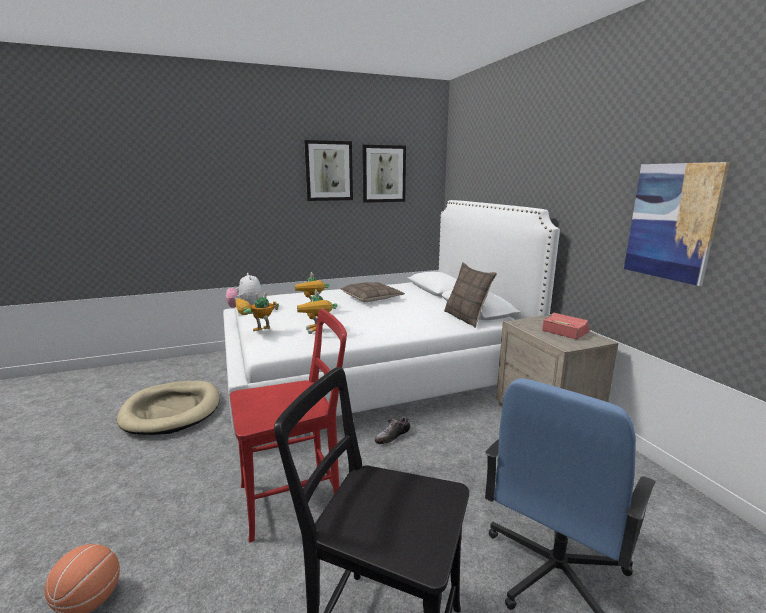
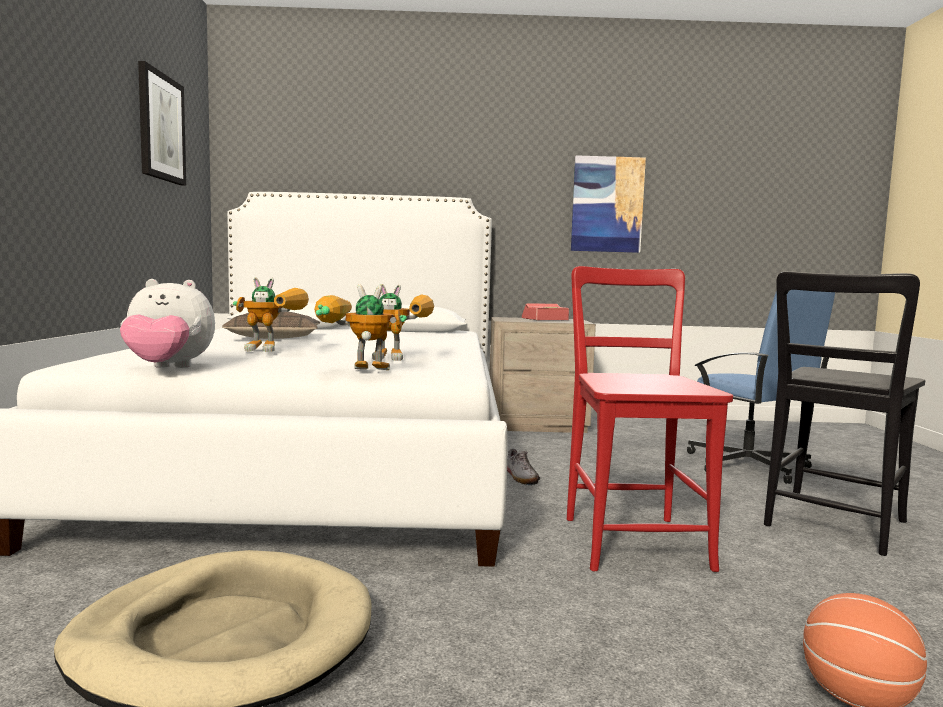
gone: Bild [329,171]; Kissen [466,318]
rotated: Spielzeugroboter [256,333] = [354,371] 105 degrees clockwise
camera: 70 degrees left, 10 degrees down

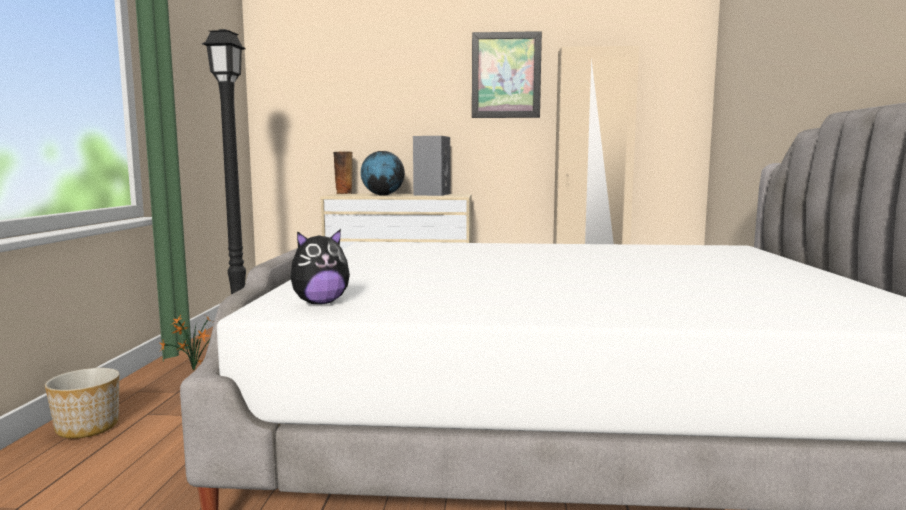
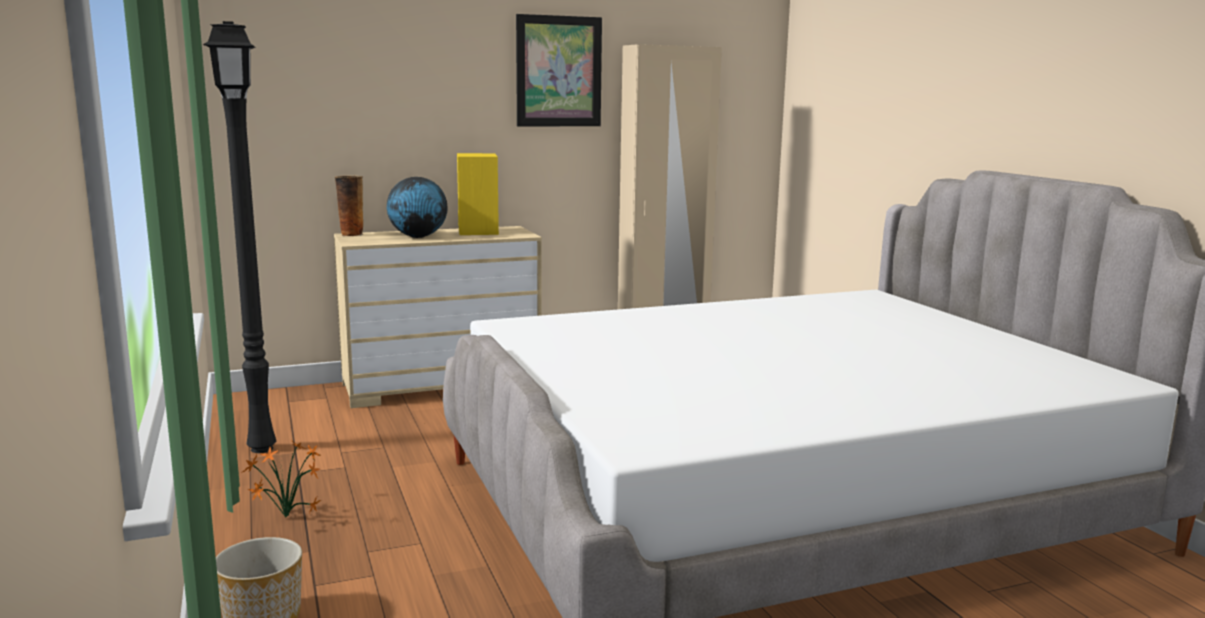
gone: Plüschtier [320,303]
repainted: Lautsprecher/grau [431,194] to Lautsprecher/gelb [477,231]
camera: 25 degrees left, 5 degrees up

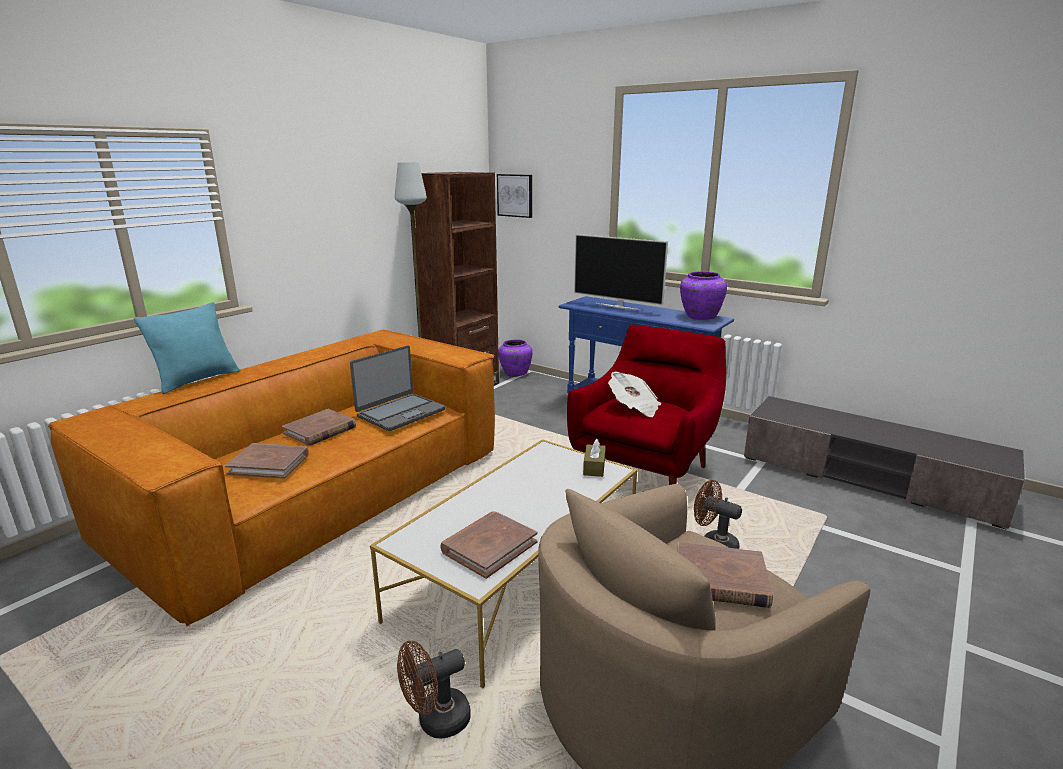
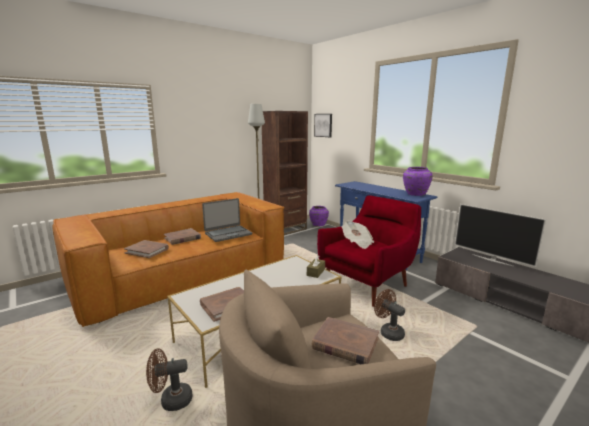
gone: Kissen/türkis [197,380]
shifted: Fernseher [618,306] to [492,260]
camera: 15 degrees right, 5 degrees down

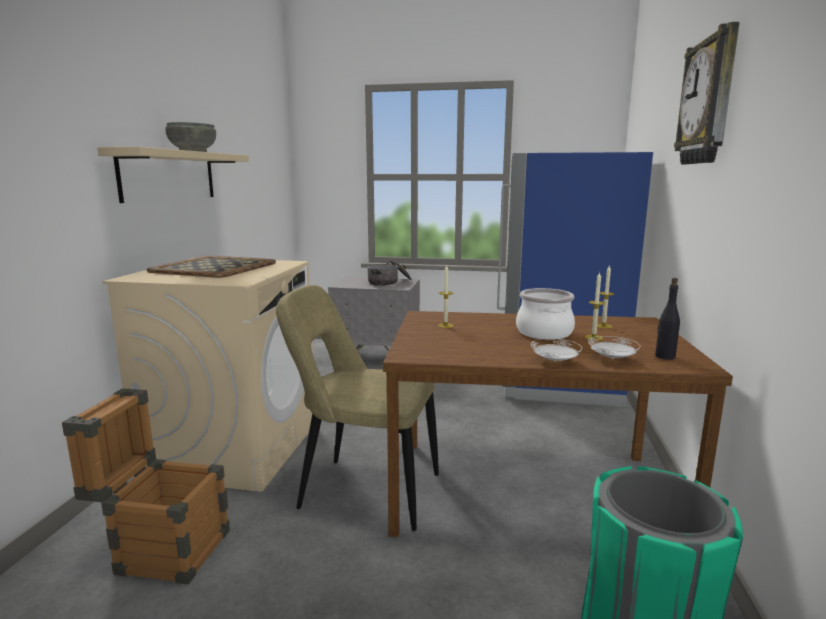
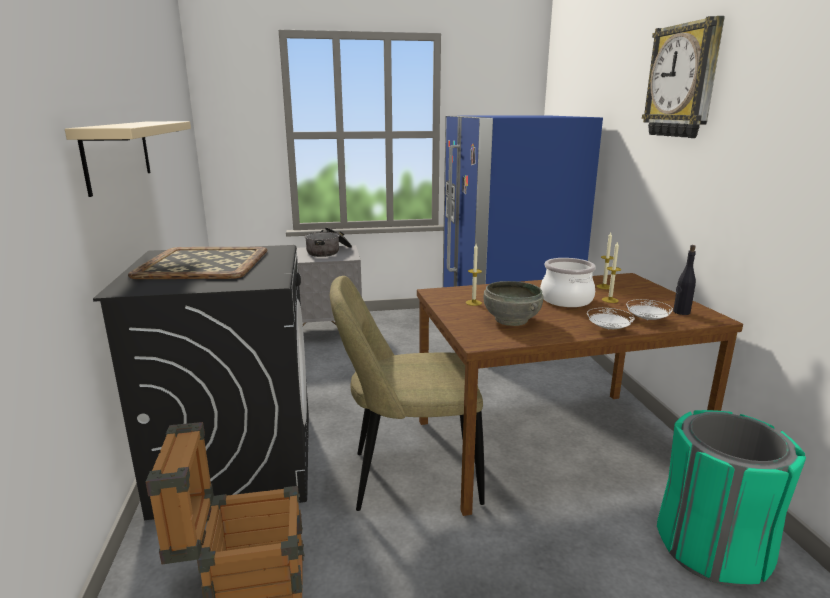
shifted: Schüssel/grau [192,152] to [510,320]
repainted: Waschmaschine/beige [234,447] to Waschmaschine/schwarz [237,460]
camera: 20 degrees left, 5 degrees up

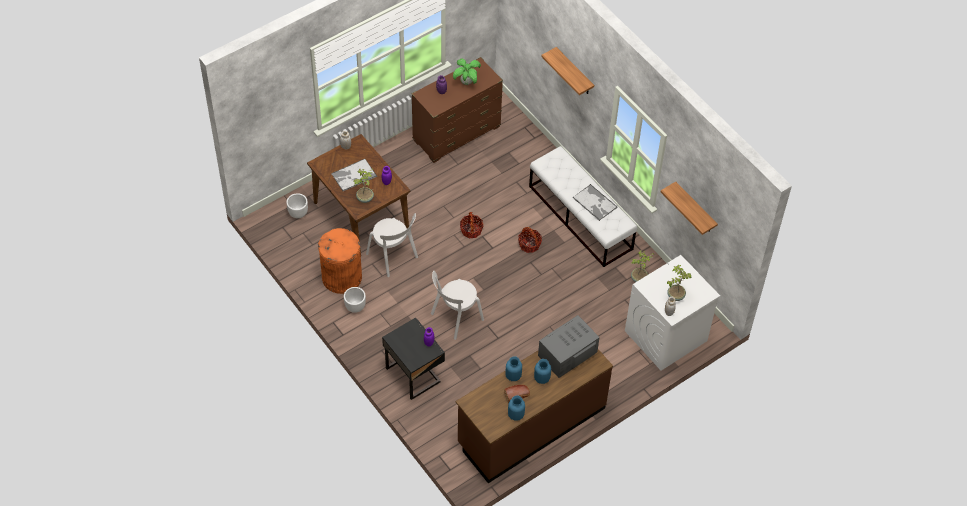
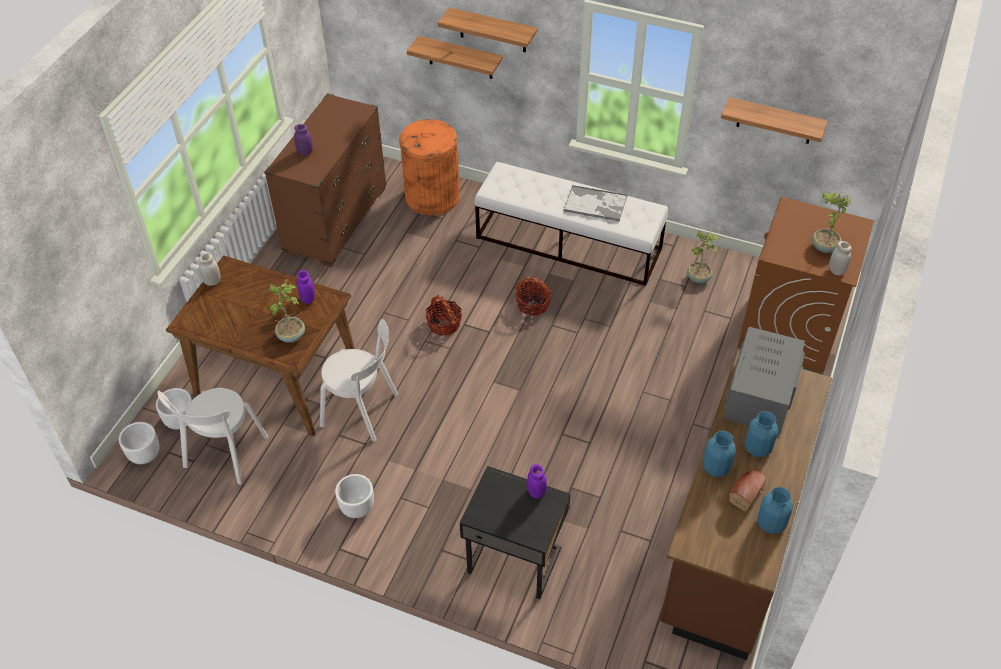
gone: Topfpflanze [466,82]; Tablett [353,175]
new: Wandregal [460,58]; Pflanzkübel/weiß [144,456]
shifted: Mülleimer/orange [341,277] to [432,197]; Stuhl/weiß [455,318] to [224,454]
repainted: Waschmaschine/weiß [665,336] to Waschmaschine/braun [790,328]
camera: 30 degrees left, 5 degrees down

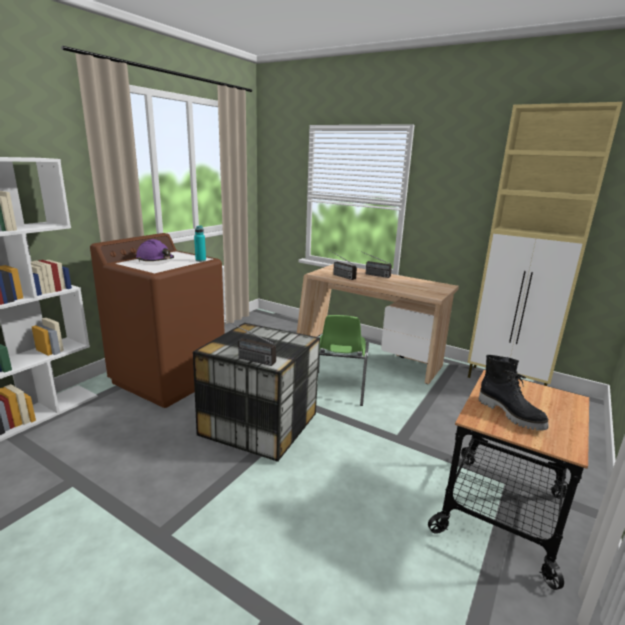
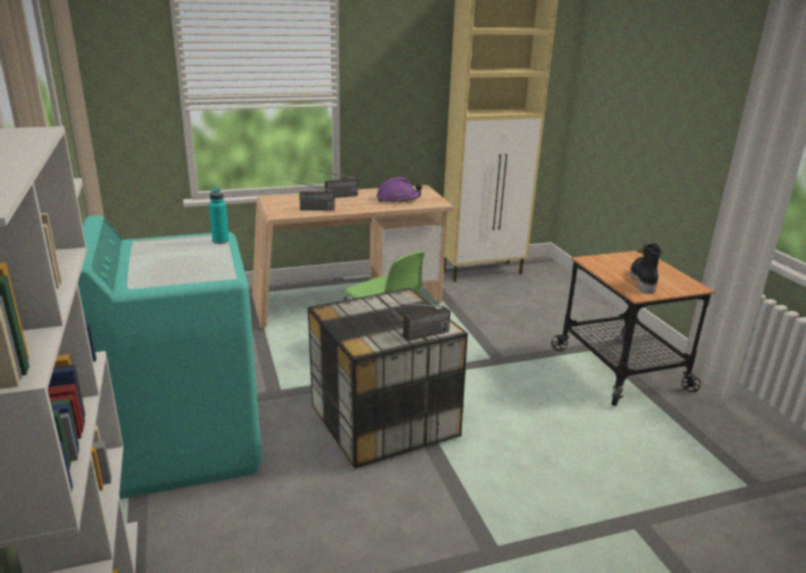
shifted: Schutzhelm/lila [155,260] to [398,199]
repainted: Waschmaschine/braun [170,378] to Waschmaschine/türkis [187,443]
rotated: Stiefel/schwarz [511,414] = [642,280] 90 degrees counterclockwise
camera: 50 degrees left, 5 degrees up

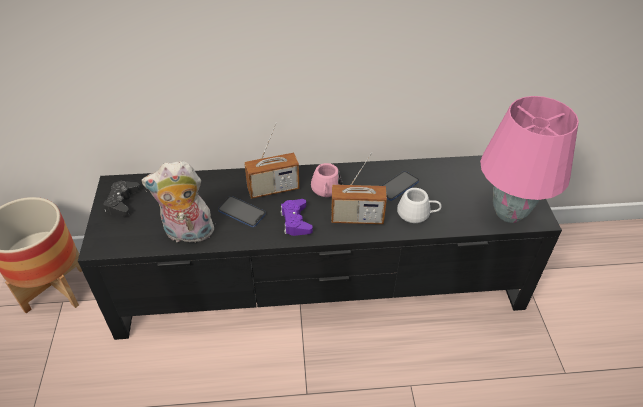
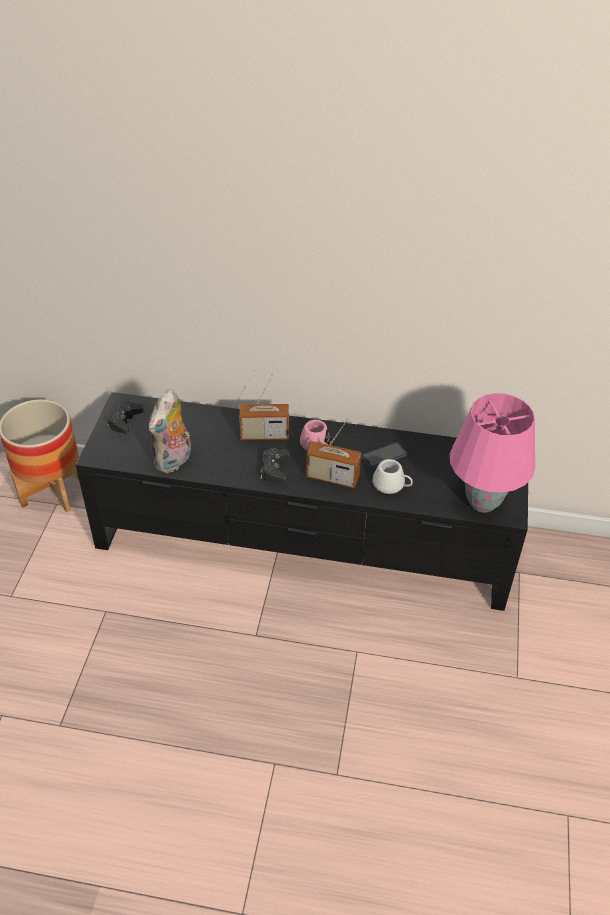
gone: Handy [241,212]
repainted: Gamepad/lila [296,221] to Gamepad/schwarz [274,469]
rotated: Plüschtier [187,234] = [174,461] 75 degrees counterclockwise
camera: 15 degrees right, 0 degrees up

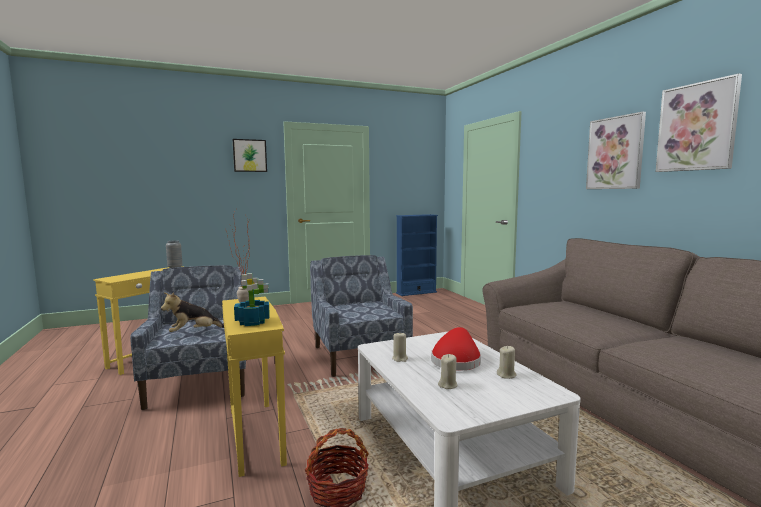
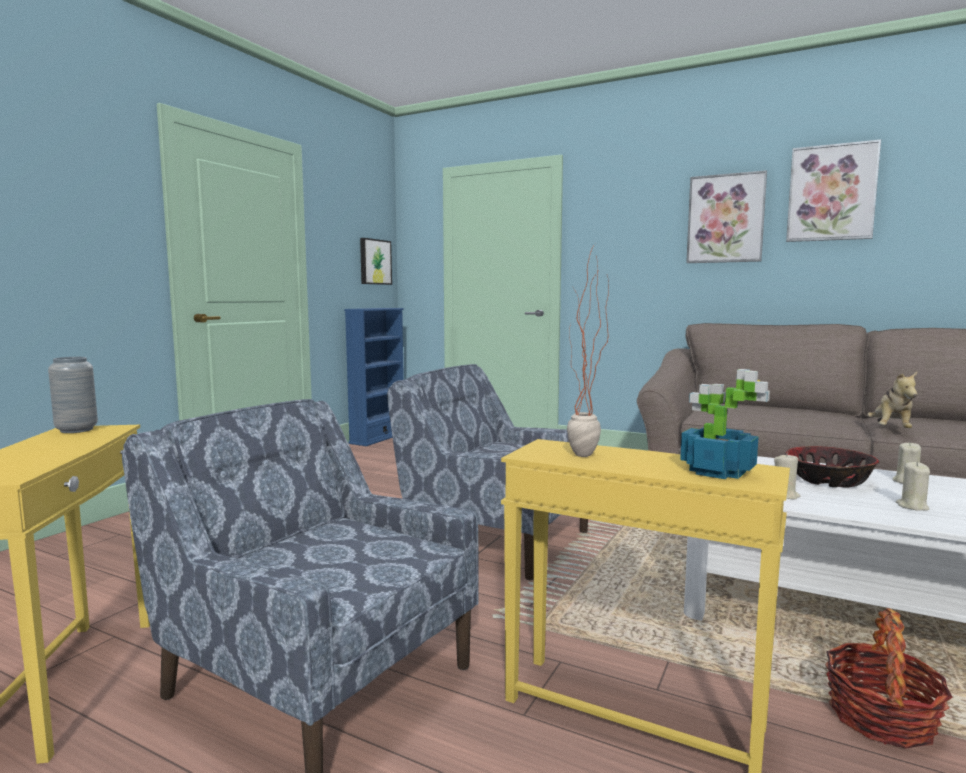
shifted: Bild [249,155] to [374,262]; Plüschtier [194,332] to [891,430]
swapped: Hut/rot [456,360] to Schüssel [828,481]
camera: 40 degrees left, 0 degrees up

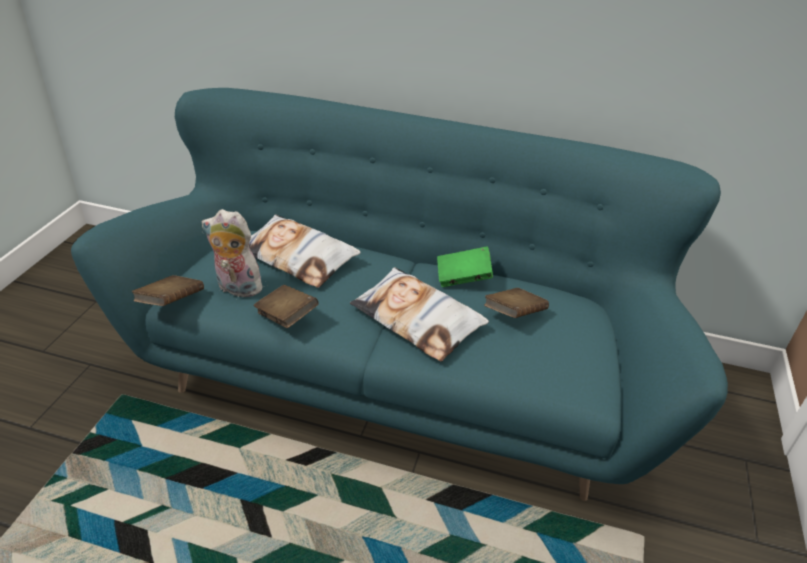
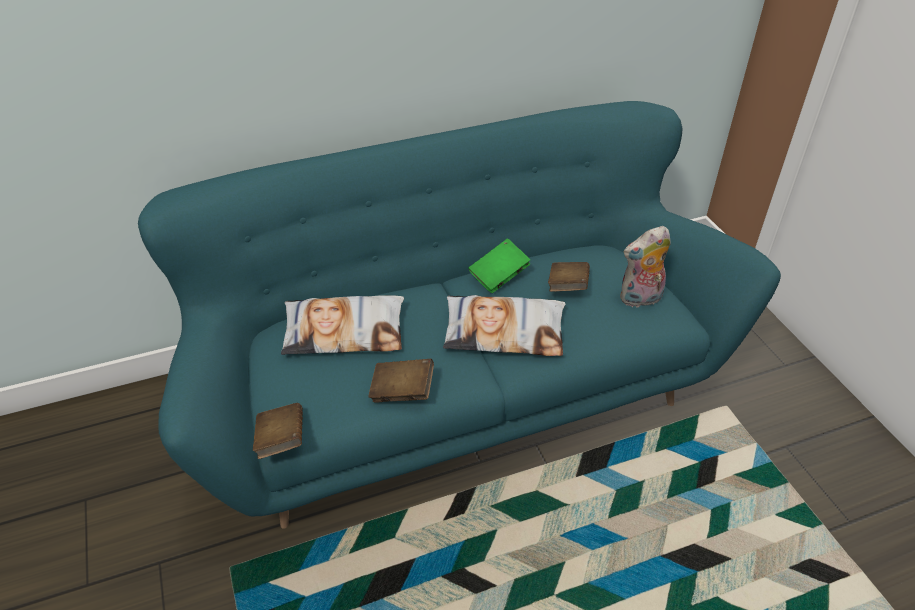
shifted: Plüschtier [236,288] to [640,299]
camera: 35 degrees left, 5 degrees up

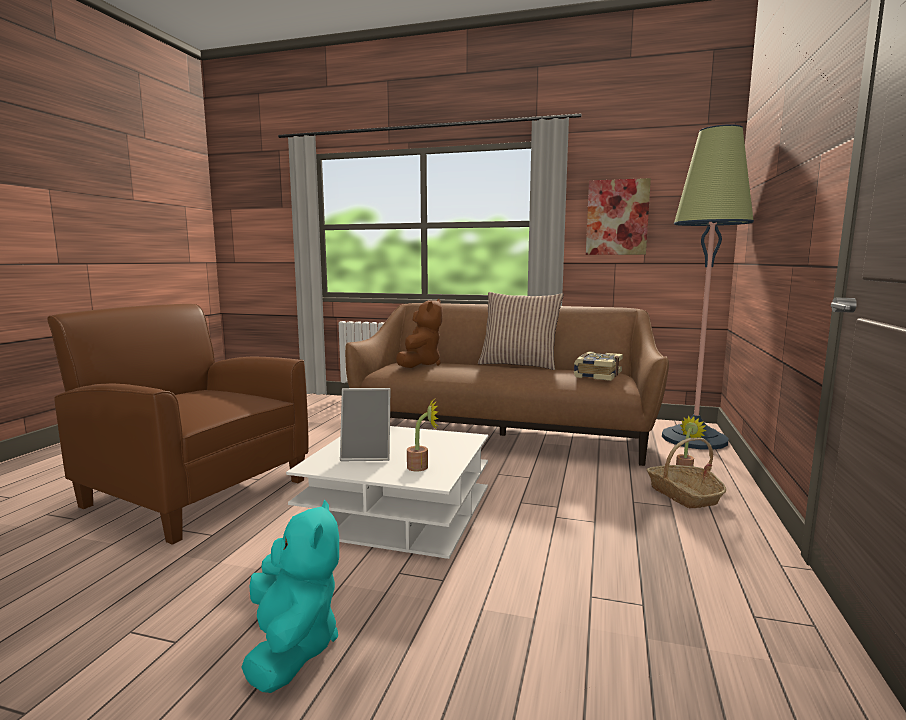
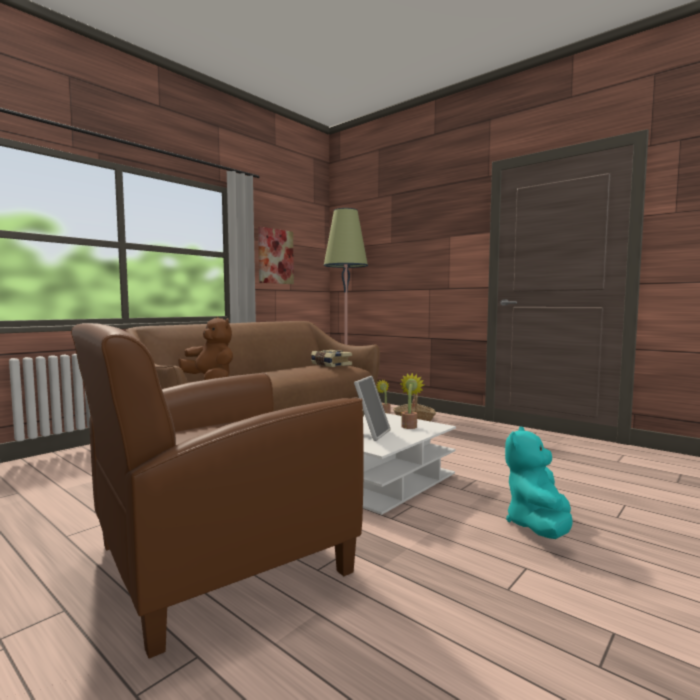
gone: Kissen [519,364]
rotated: Plüschtier/türkis [292,647] = [538,527] 75 degrees counterclockwise
camera: 65 degrees left, 5 degrees down

